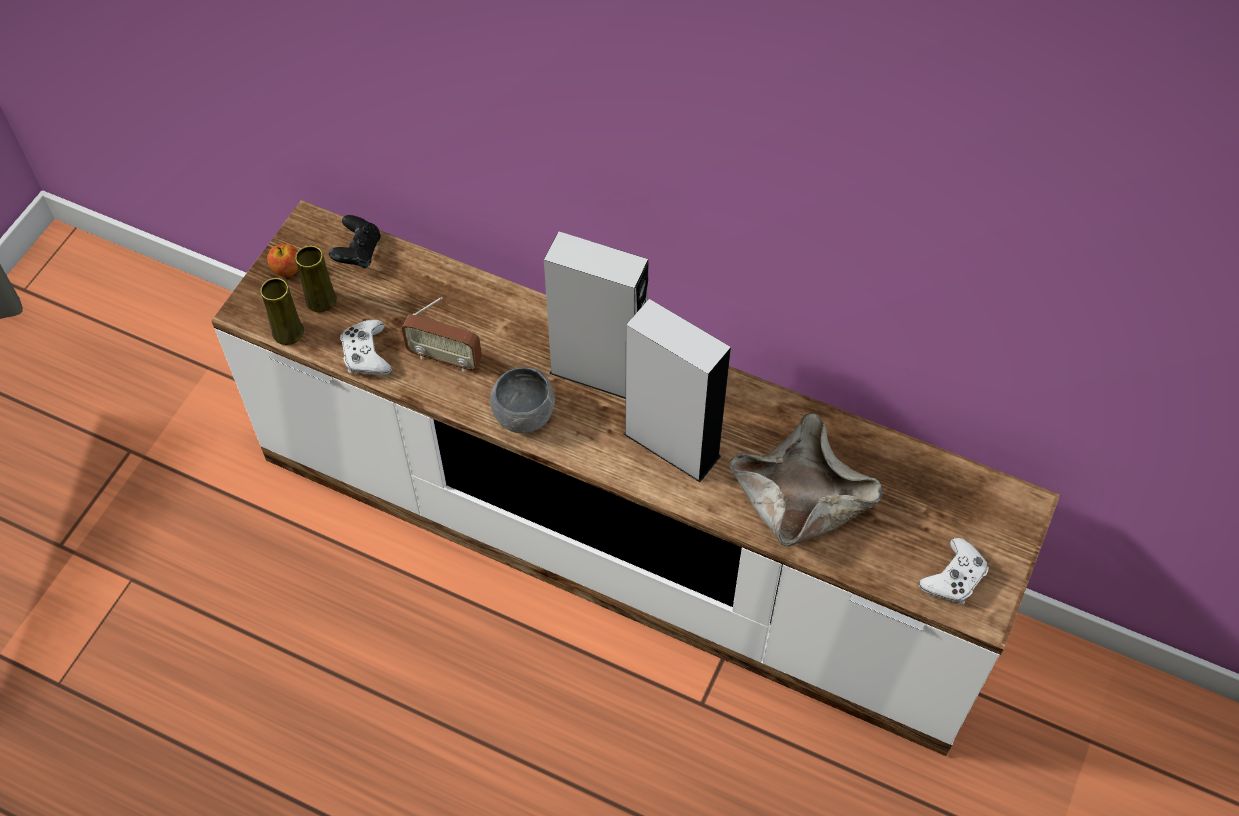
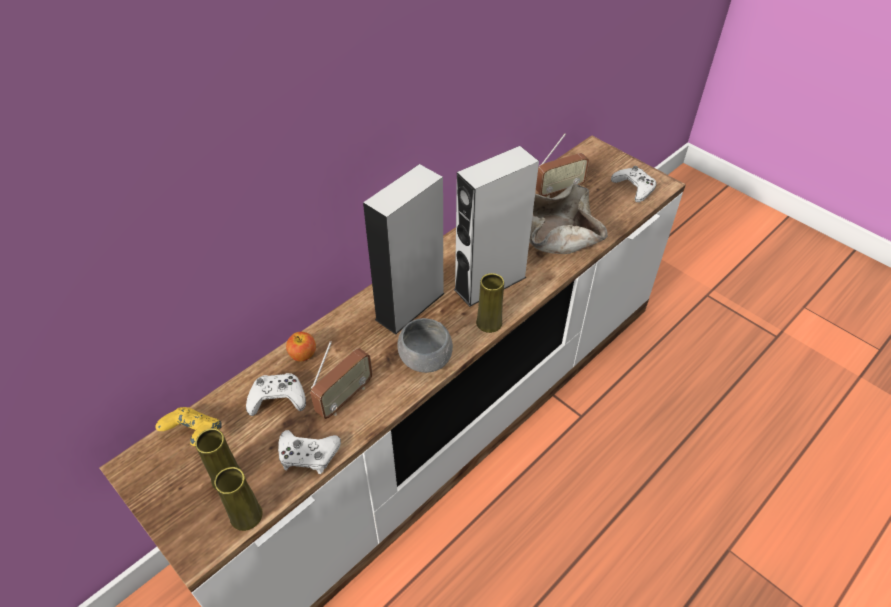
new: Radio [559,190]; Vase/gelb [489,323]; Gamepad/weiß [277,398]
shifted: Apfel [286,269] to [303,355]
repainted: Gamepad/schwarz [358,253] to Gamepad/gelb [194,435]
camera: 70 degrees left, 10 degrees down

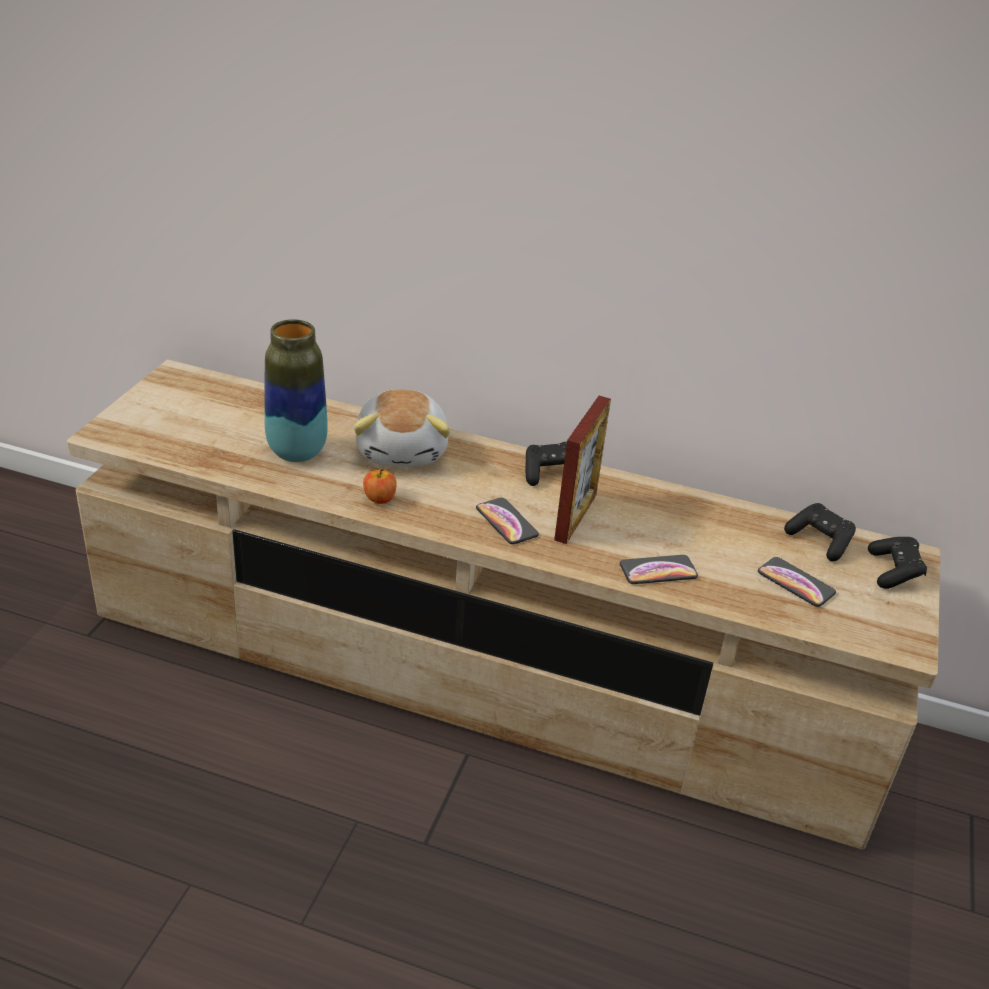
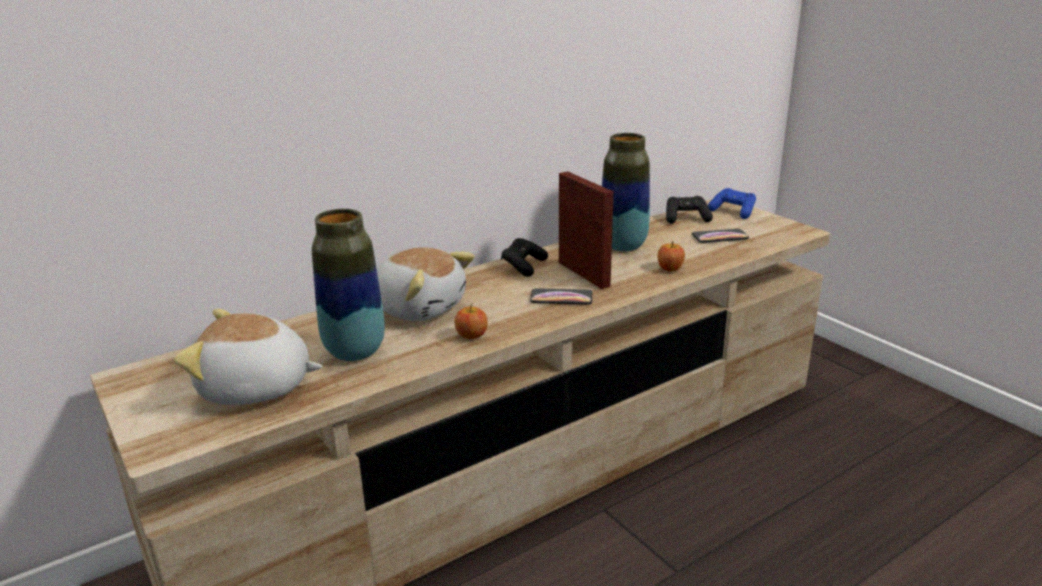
new: Vase [623,246]; Plüschtier [256,388]
swapped: Handy [658,571] to Apfel [670,268]
repainted: Gamepad/schwarz [894,572] to Gamepad/blau [733,212]
camera: 50 degrees left, 10 degrees down

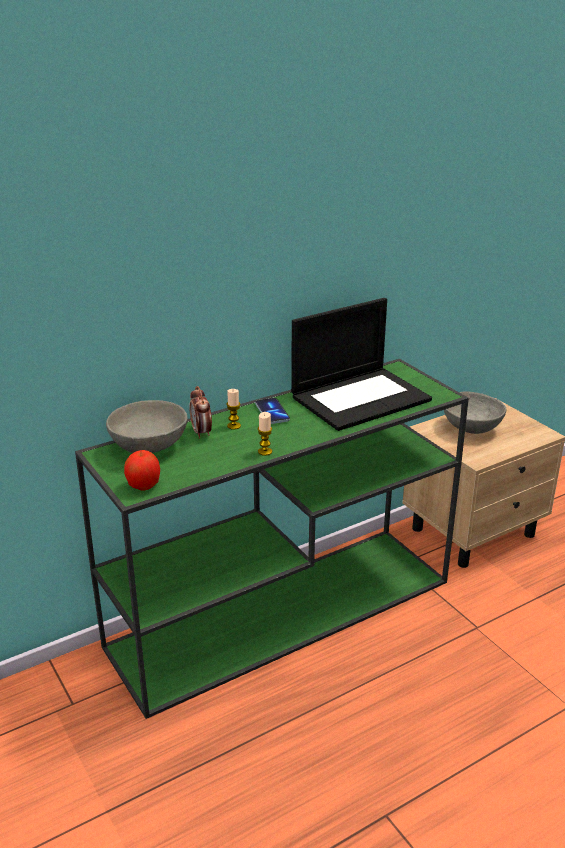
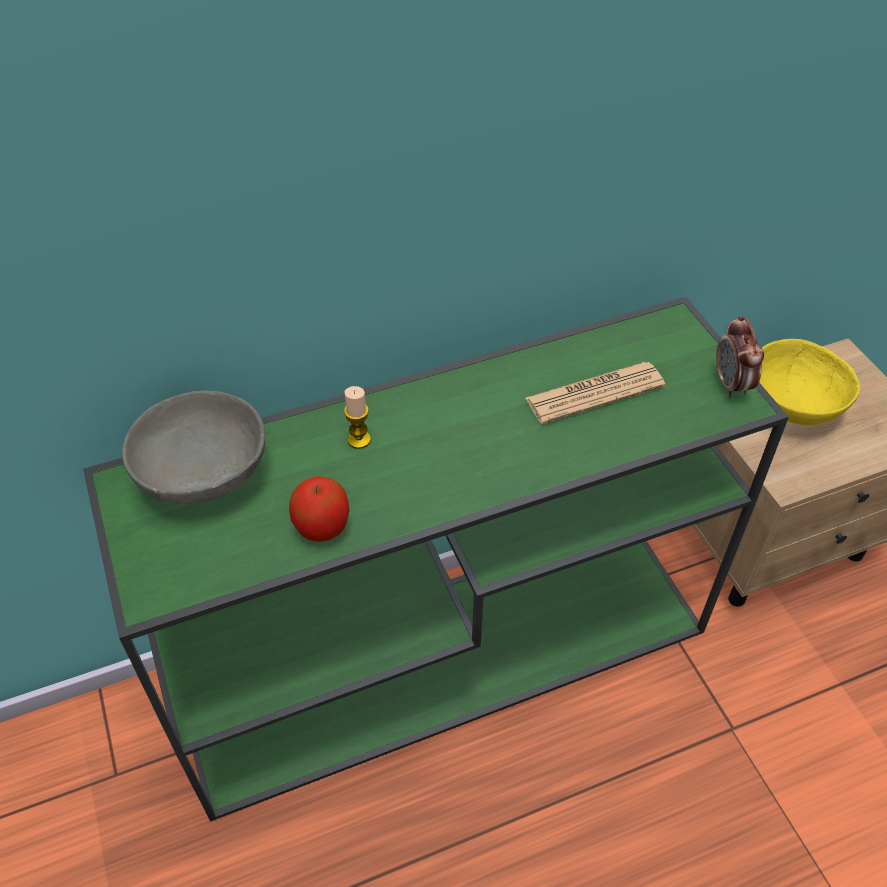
gone: Handy [272,412]; Kerze [265,451]
shifted: Wecker [201,432] to [731,385]; Apfel [144,485] to [322,527]
swapped: Laptop [361,398] to Zeitung [594,393]
repainted: Schüssel/grau [470,428] to Schüssel/gelb [791,404]
camera: 10 degrees right, 20 degrees up

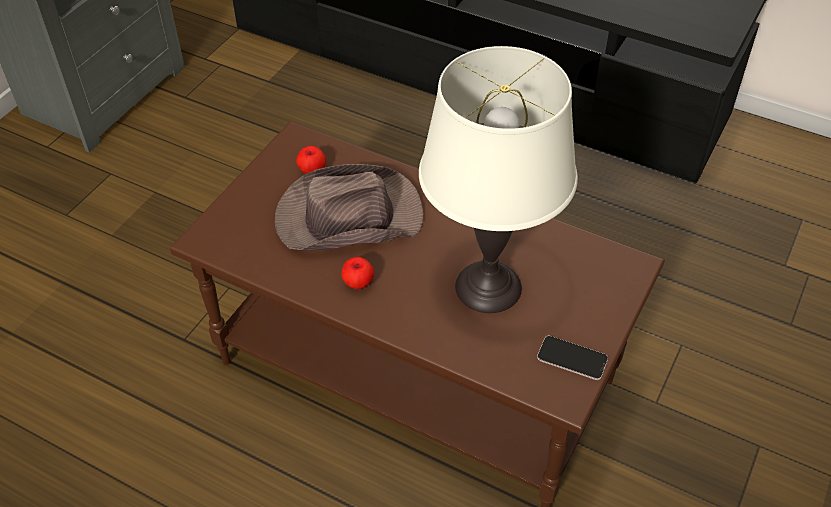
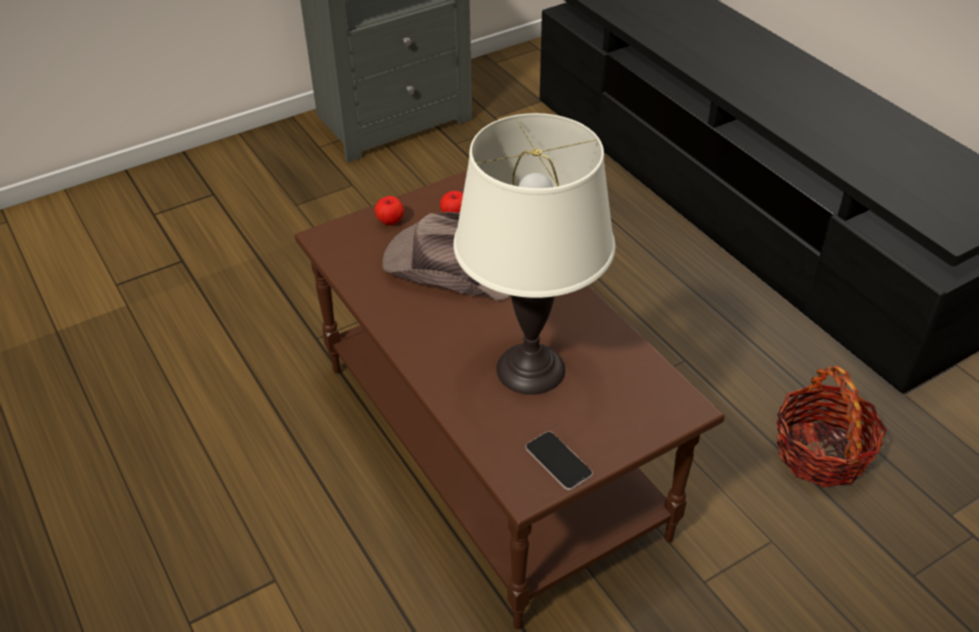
new: Korb [821,453]
shifted: Apfel [358,282] to [390,221]
camera: 30 degrees right, 5 degrees down

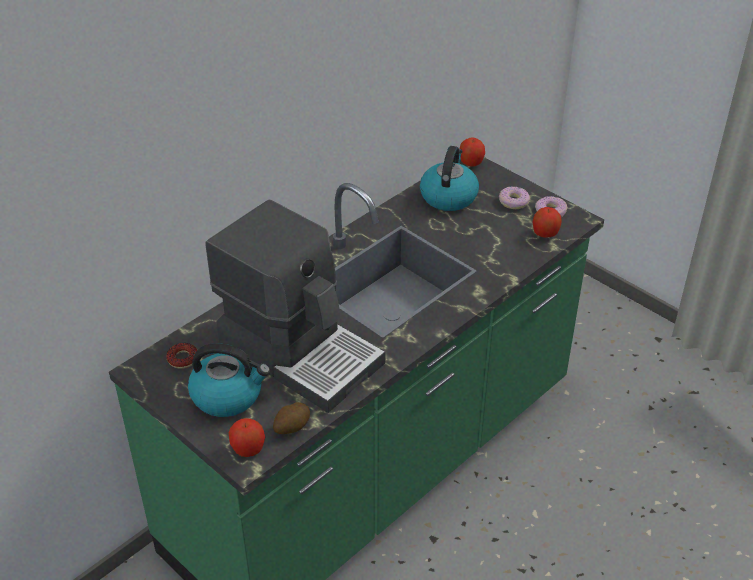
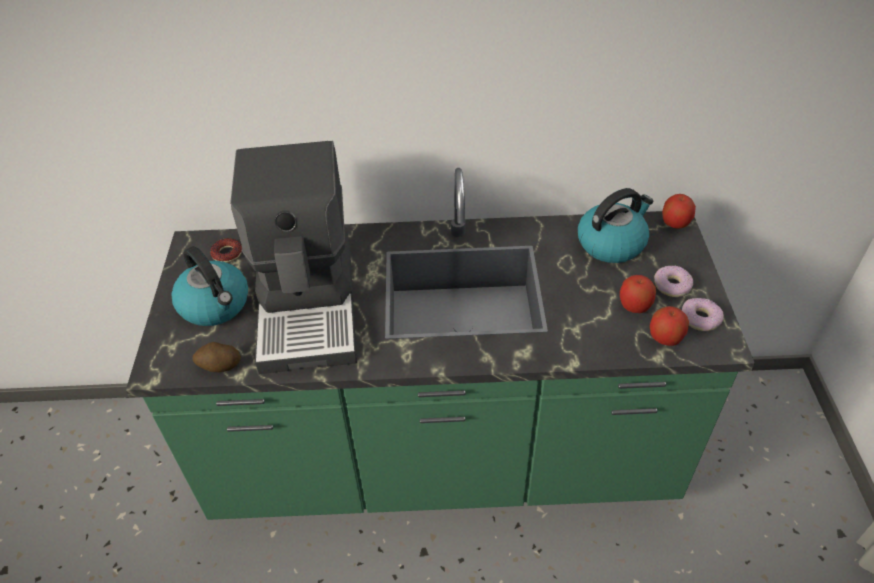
shifted: Apfel [248,449] to [634,306]
camera: 45 degrees right, 5 degrees up

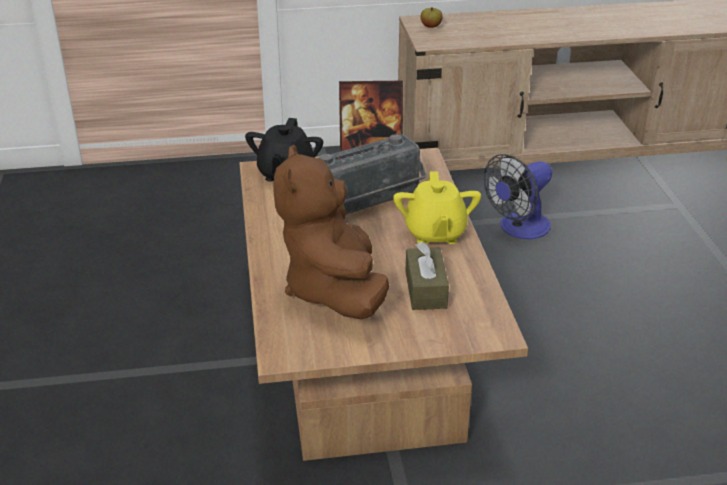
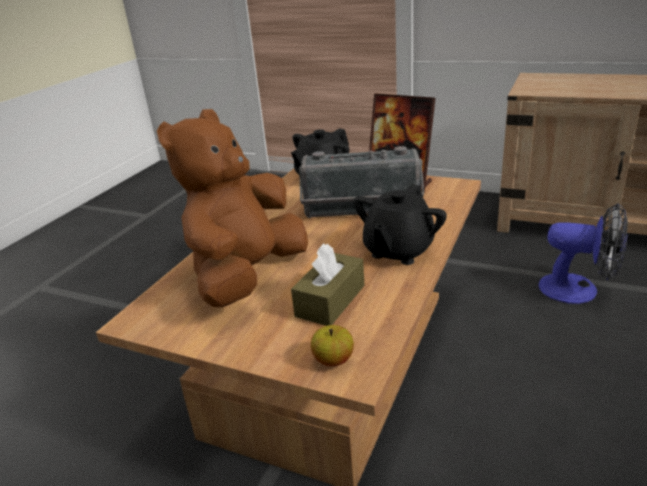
shifted: Apfel [431,26] to [333,360]
repainted: Teekanne/gelb [435,233] to Teekanne/schwarz [398,251]
rotated: Ventilator [518,229] = [579,290] 150 degrees counterclockwise
camera: 35 degrees right, 5 degrees down

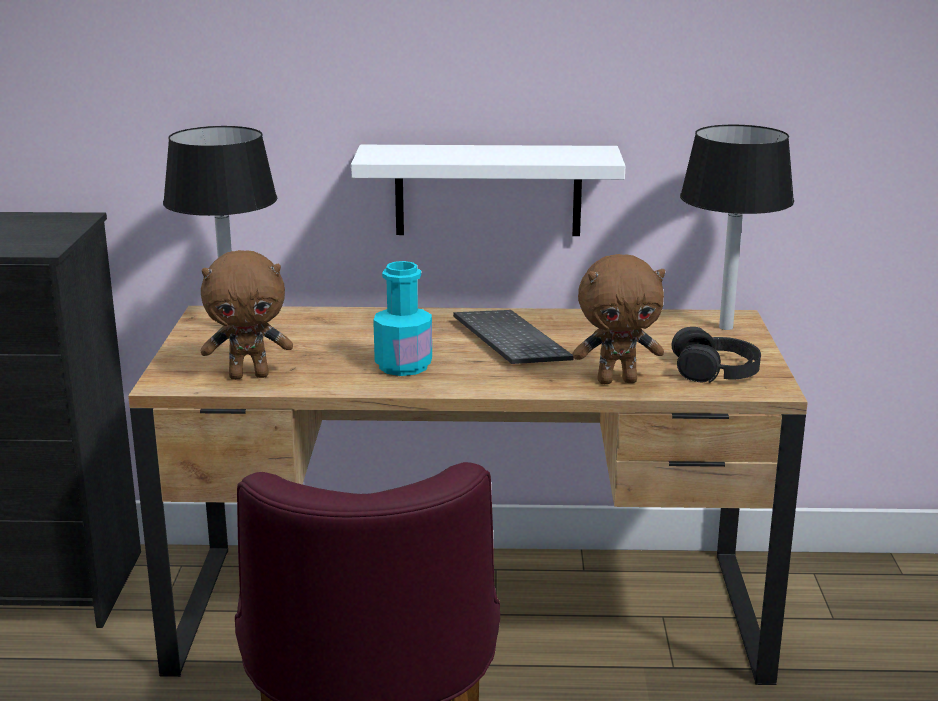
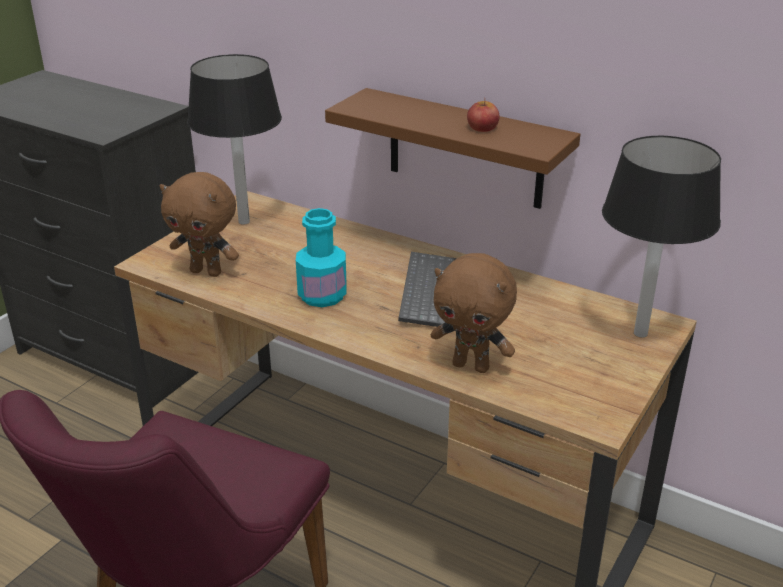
gone: Kopfhörer/schwarz [715,370]
new: Apfel [482,127]
repainted: Wandregal/weiß [488,190] to Wandregal/braun [465,149]
camera: 30 degrees right, 10 degrees up

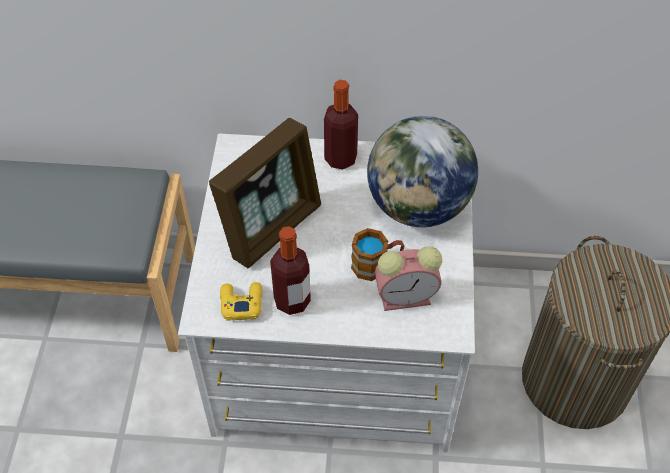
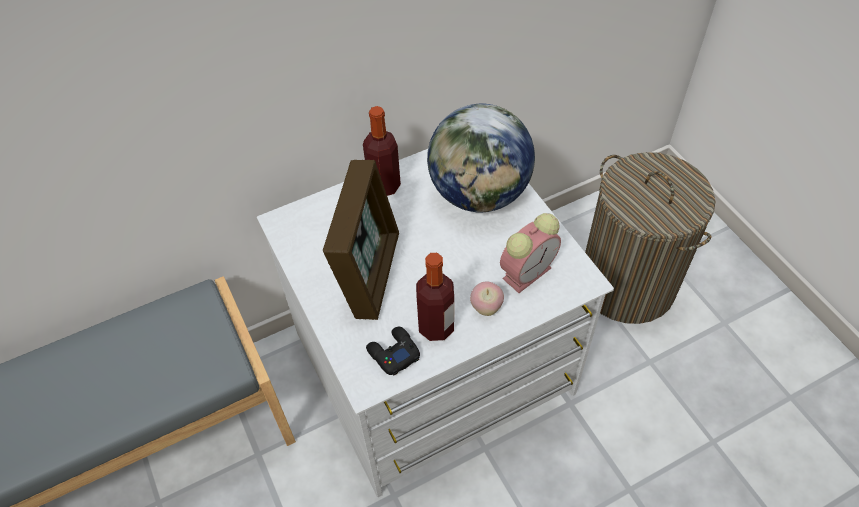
gone: Henkelbecher [376,265]
new: Apfel [486,308]
repainted: Gamepad/gelb [241,303] to Gamepad/schwarz [393,353]
camera: 30 degrees left, 0 degrees up

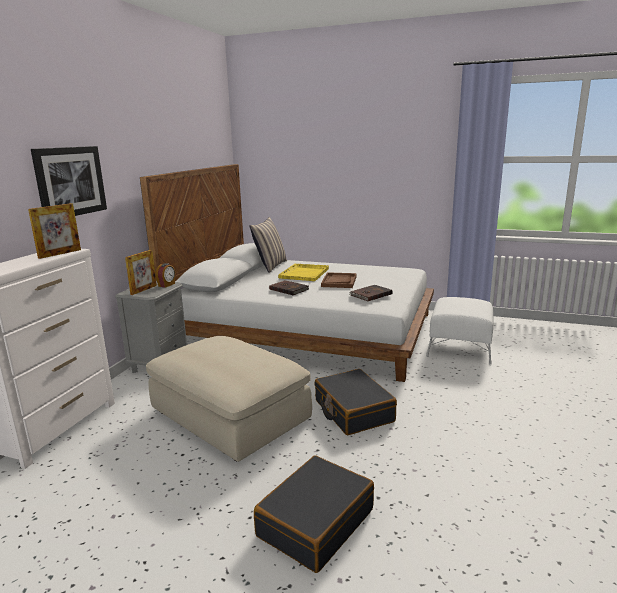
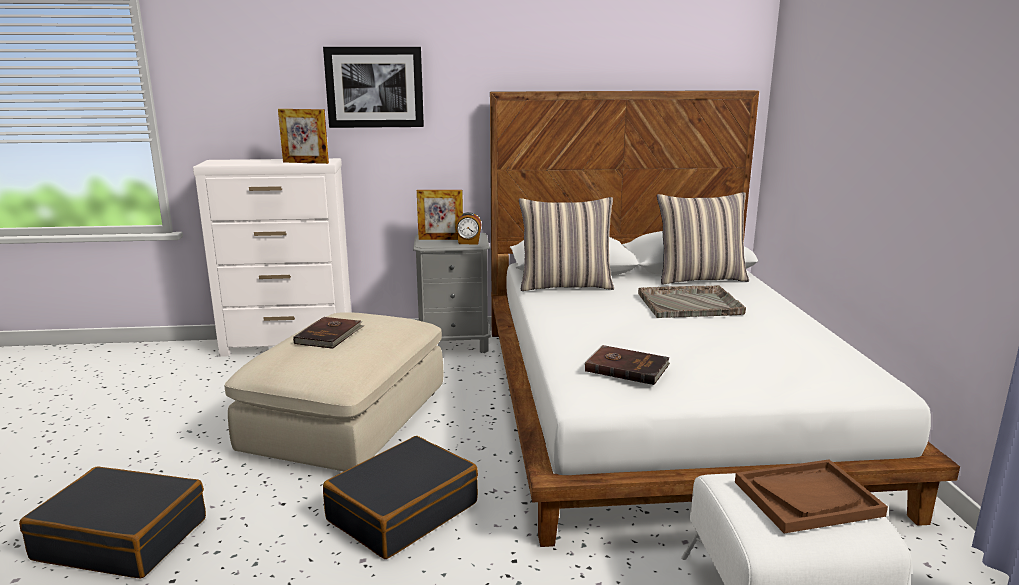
new: Kissen [566,285]
shifted: Tablett/braun [339,281] to [807,498]; Buch/braun [289,289] to [330,335]
repainted: Tablett/gelb [304,273] to Tablett/grau [690,304]
camera: 65 degrees right, 0 degrees up

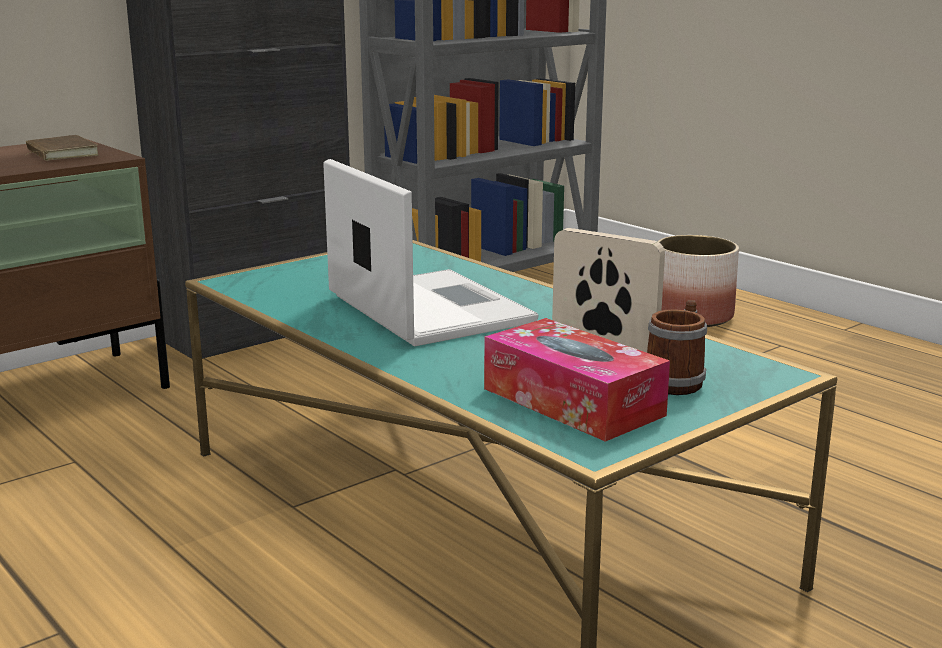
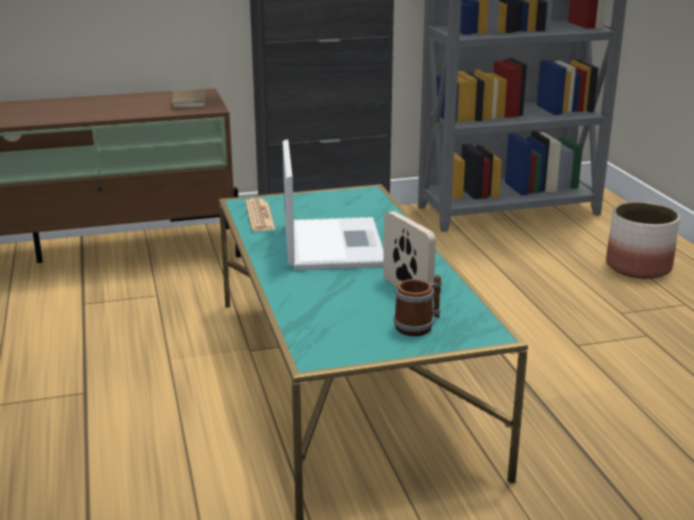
gone: Taschentuchbox [572,402]
new: Zeitung [260,216]
camera: 25 degrees right, 5 degrees up

